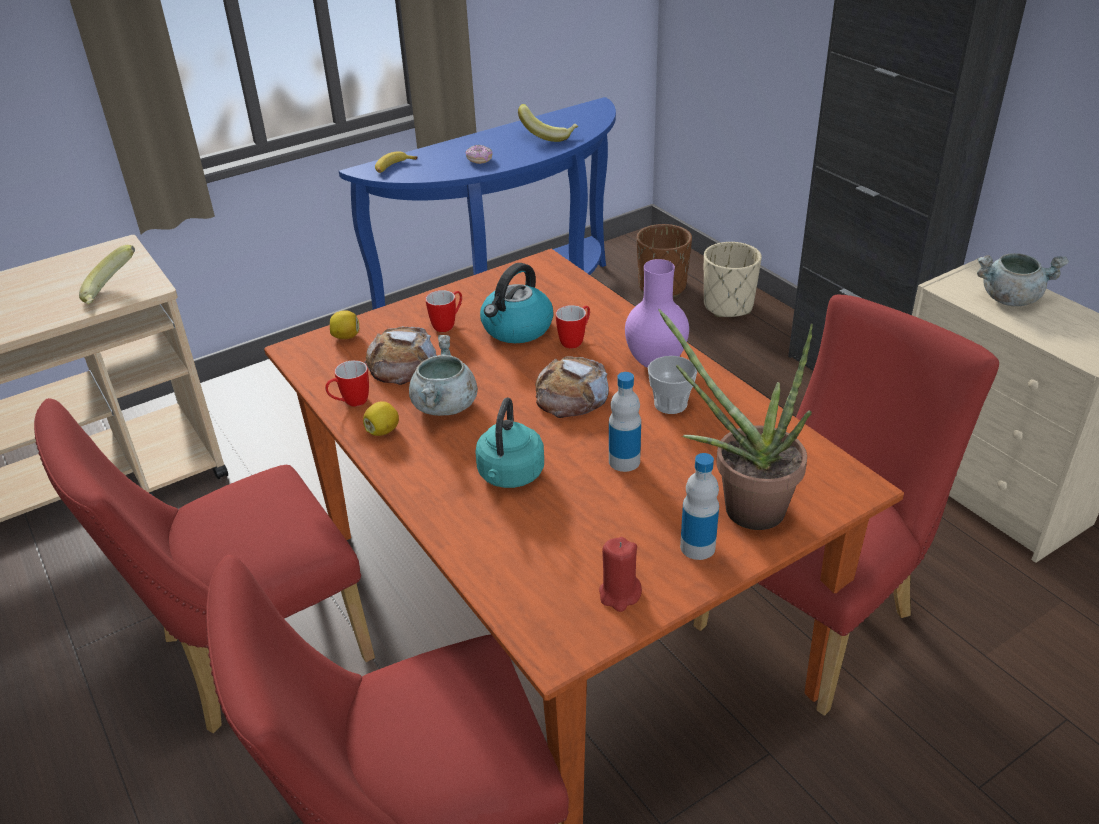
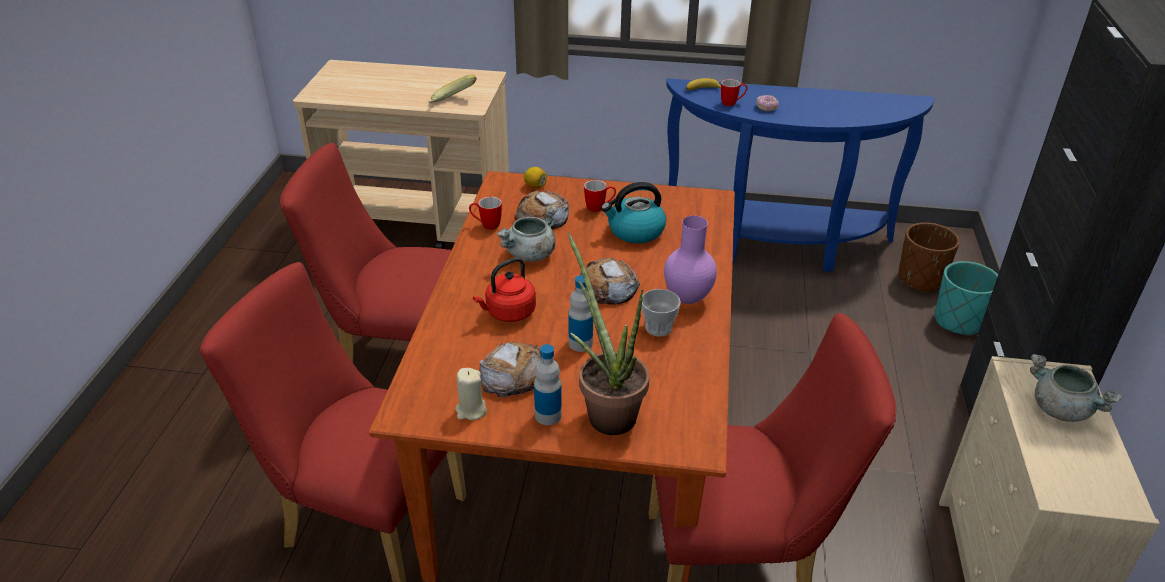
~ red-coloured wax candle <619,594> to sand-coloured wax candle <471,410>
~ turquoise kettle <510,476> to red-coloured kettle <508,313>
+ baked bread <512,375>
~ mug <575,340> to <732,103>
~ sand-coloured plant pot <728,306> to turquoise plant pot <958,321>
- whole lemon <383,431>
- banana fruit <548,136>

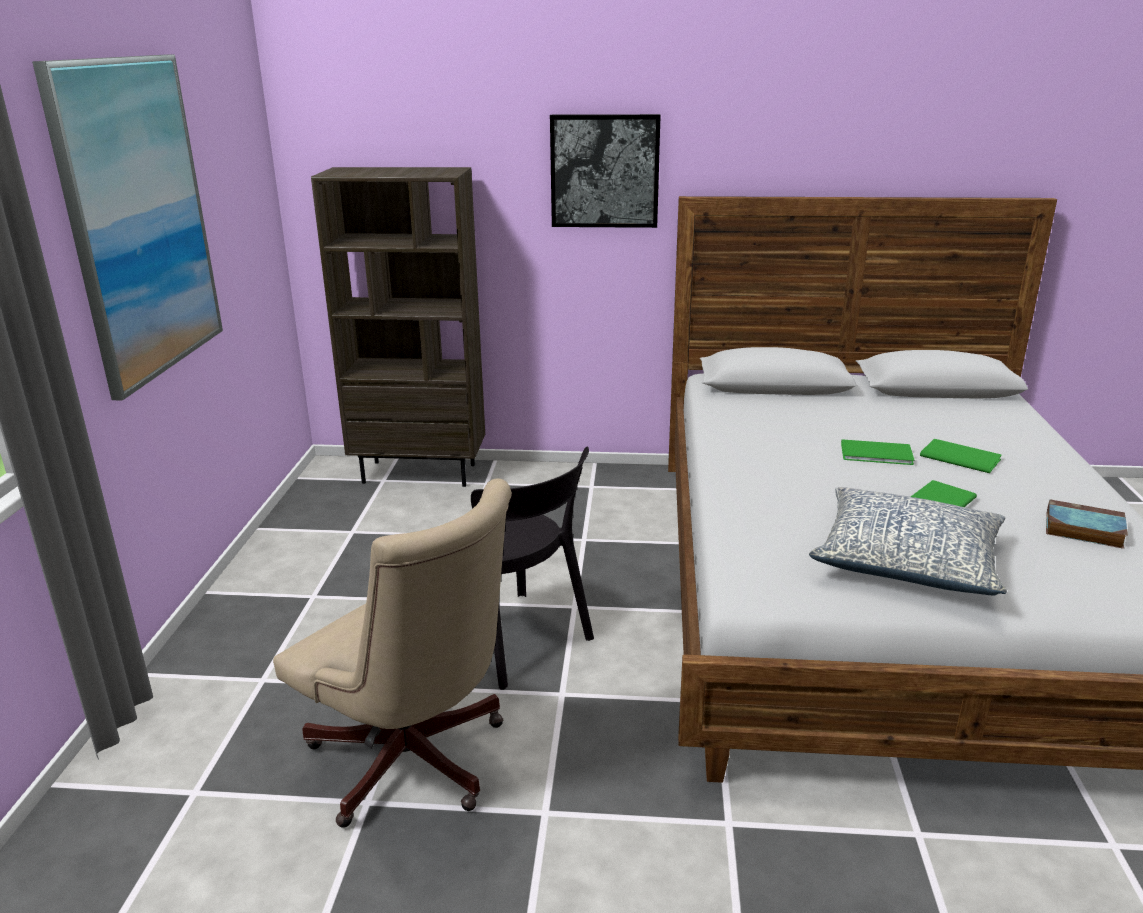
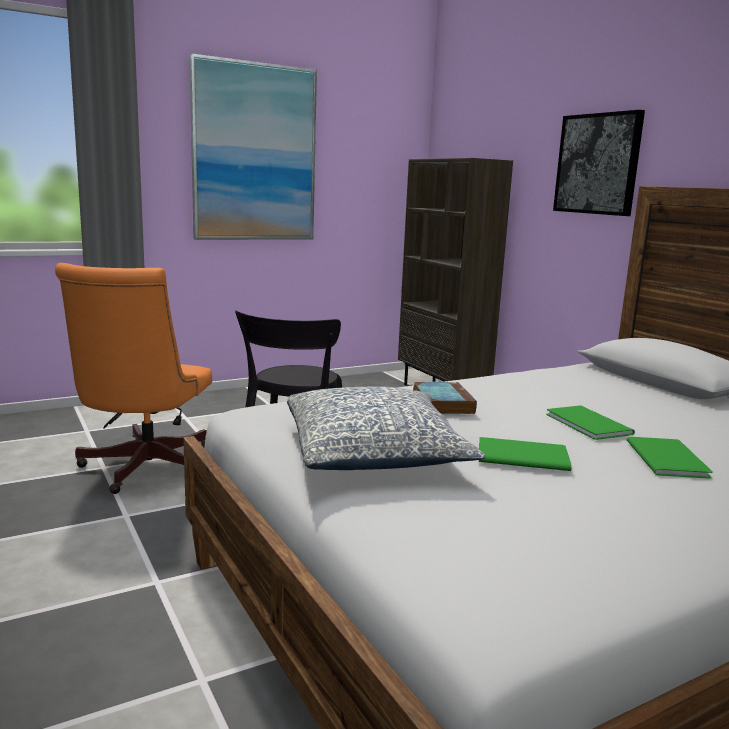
~ sand-coloured desk chair <415,766> to orange-coloured desk chair <142,470>
~ bound book <1081,529> to <442,403>

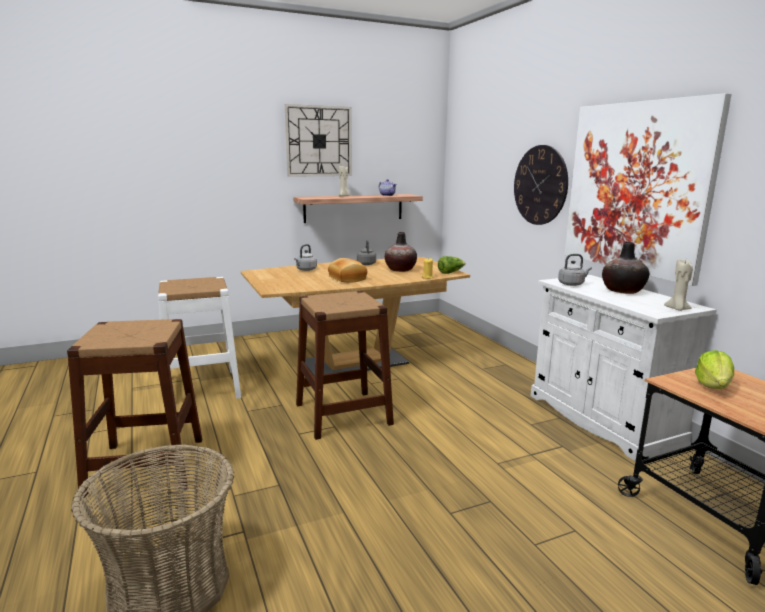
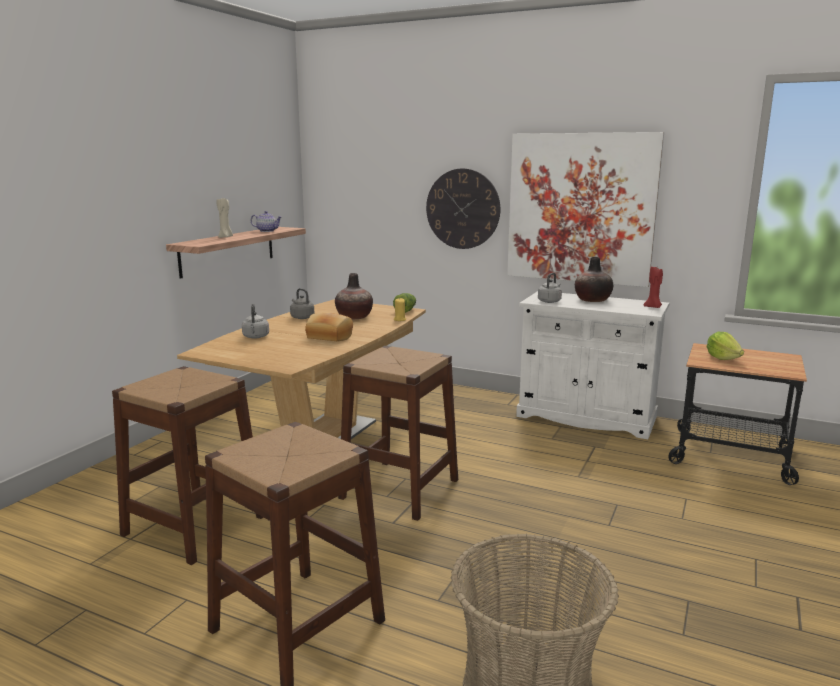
~ white-coloured sitting stool <202,388> to brown sitting stool <194,525>
~ sand-coloured wax candle <677,309> to red-coloured wax candle <653,307>
- wall clock <319,141>

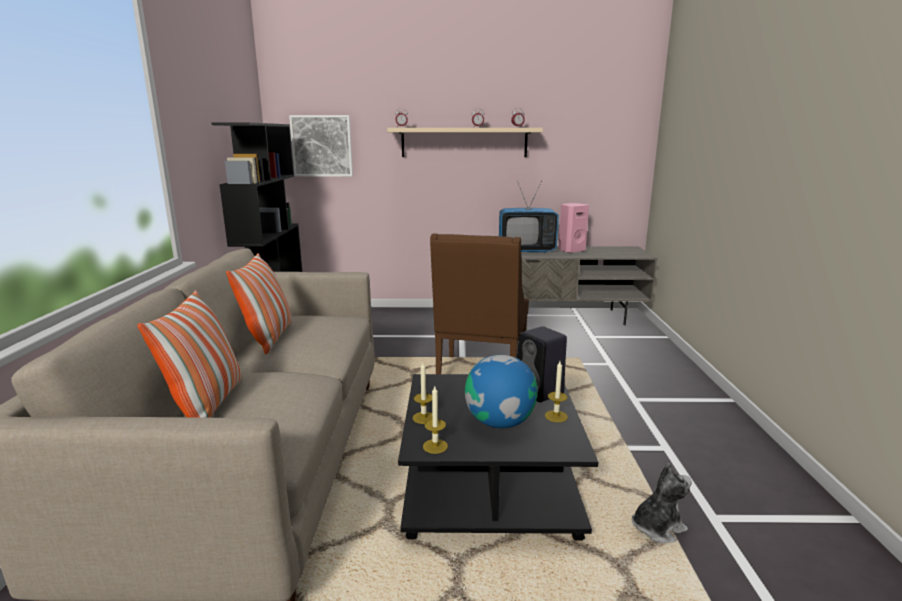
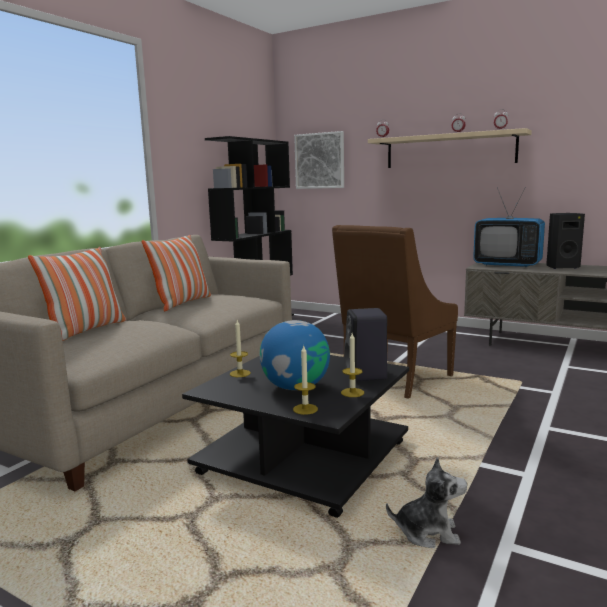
~ wax candle <435,446> to <305,409>
~ pinkish audio speaker <571,250> to blackish audio speaker <561,267>

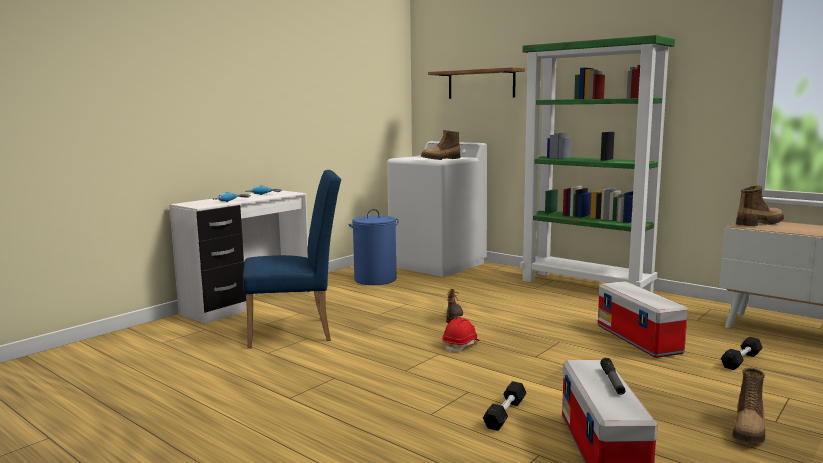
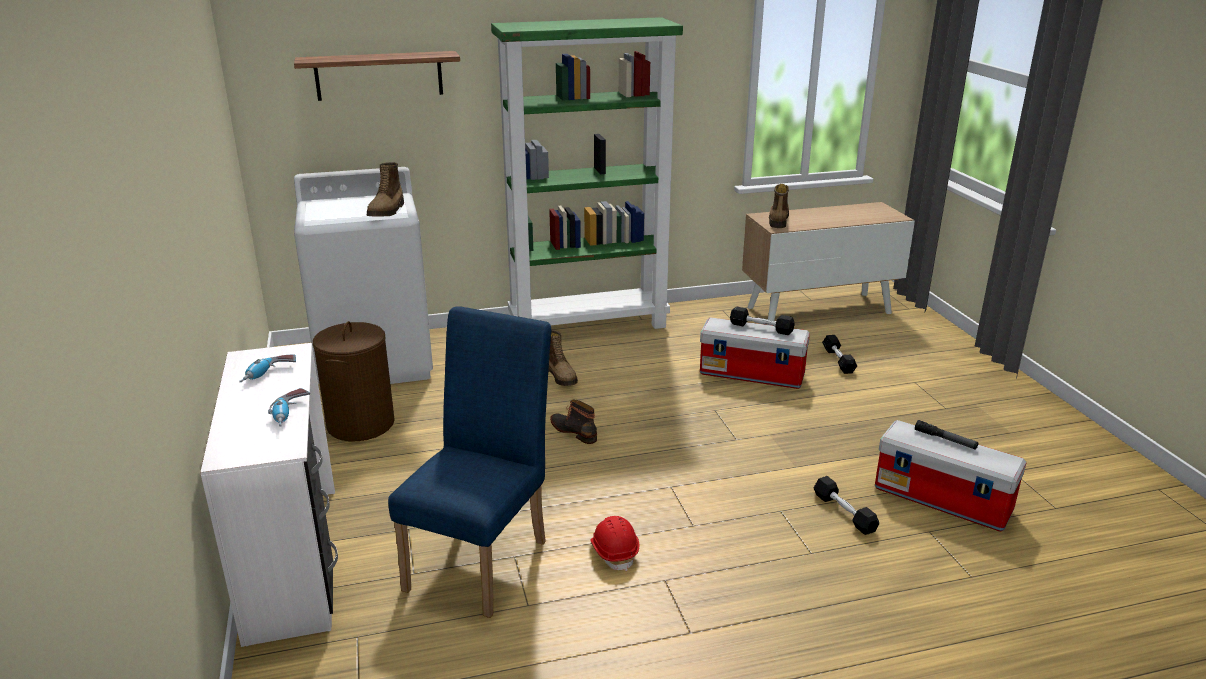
~ blue-coloured hamper <375,279> to brown hamper <361,424>
~ tall boot <749,430> to <561,376>
~ red-coloured hard hat <461,345> to <614,552>
+ blackish free weight <761,328>

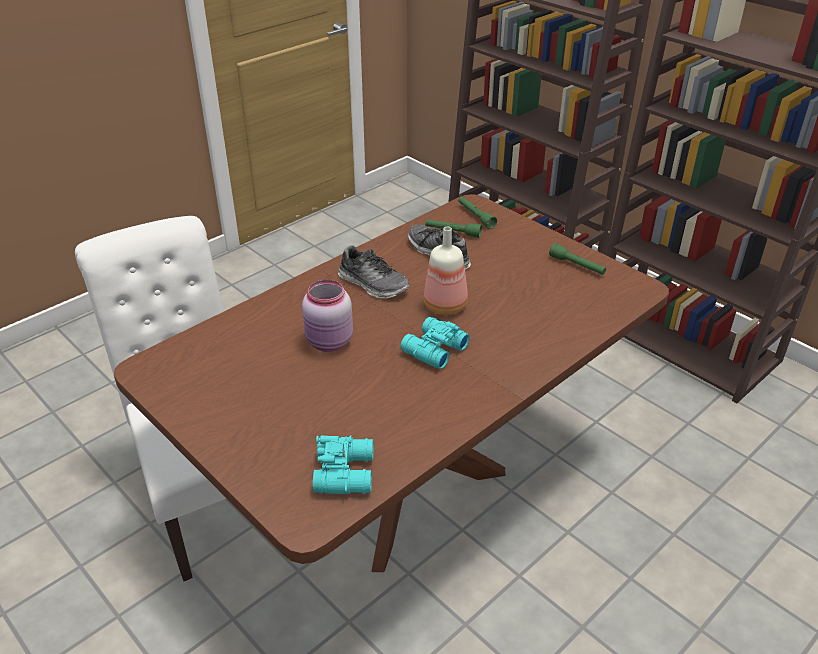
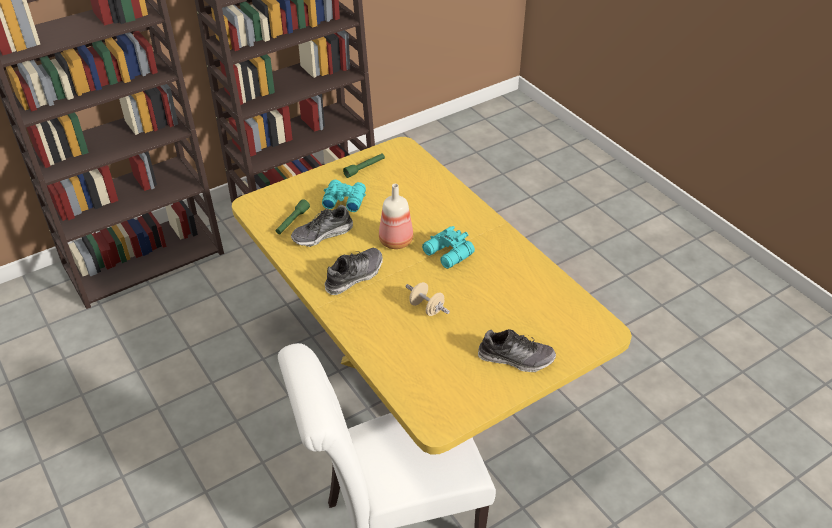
~ brown kitchen table <408,487> to yellow kitchen table <415,384>
~ turquoise binoculars <346,472> to <343,200>
~ pinkish storage jar <329,343> to sand-coloured free weight <426,308>
+ low shoe <516,358>
- green torch <475,216>

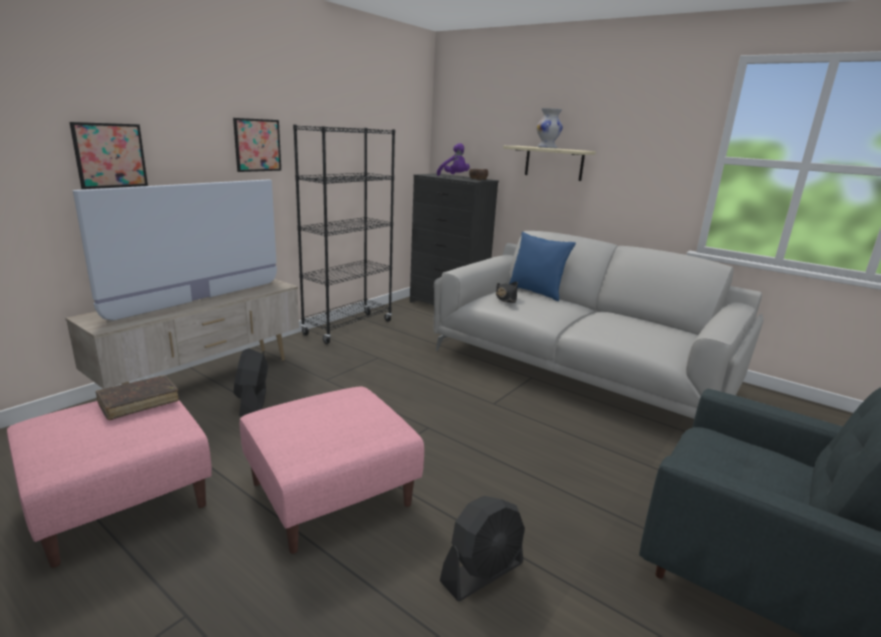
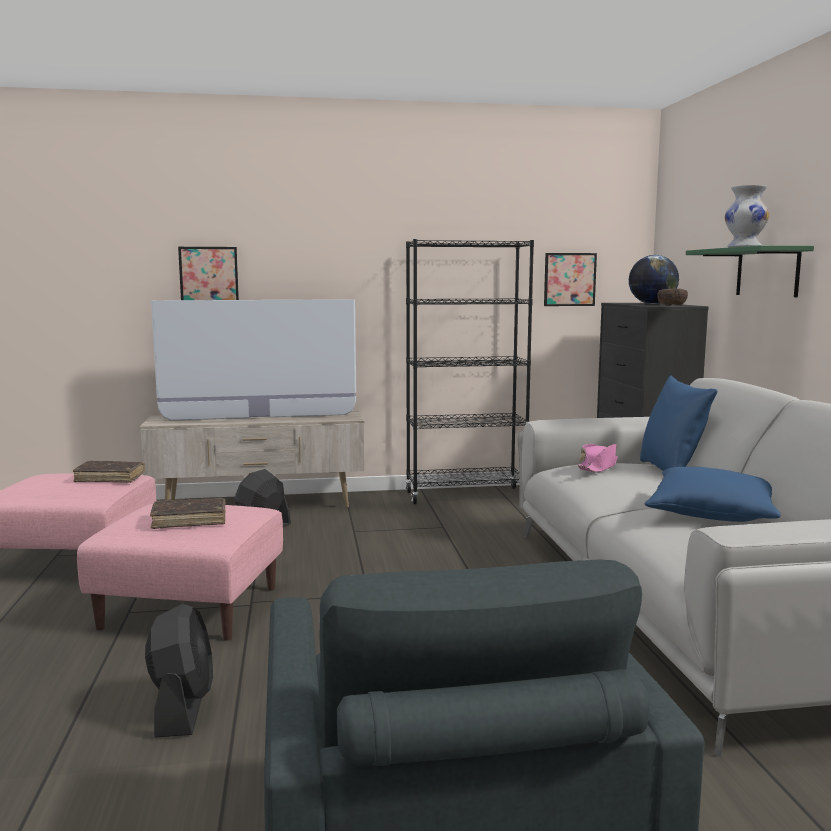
~ blackish electric fan <482,572> = <182,707> 105 degrees counterclockwise
+ brown bound book <189,520>
~ picture <257,145> to <569,279>
~ blackish wearable hat <506,298> to pinkish wearable hat <598,467>
~ purple cuddly toy <454,176> to globe <652,303>
+ blue-coloured cushion <714,514>
~ sand-coloured shelf <554,163> to green shelf <767,272>

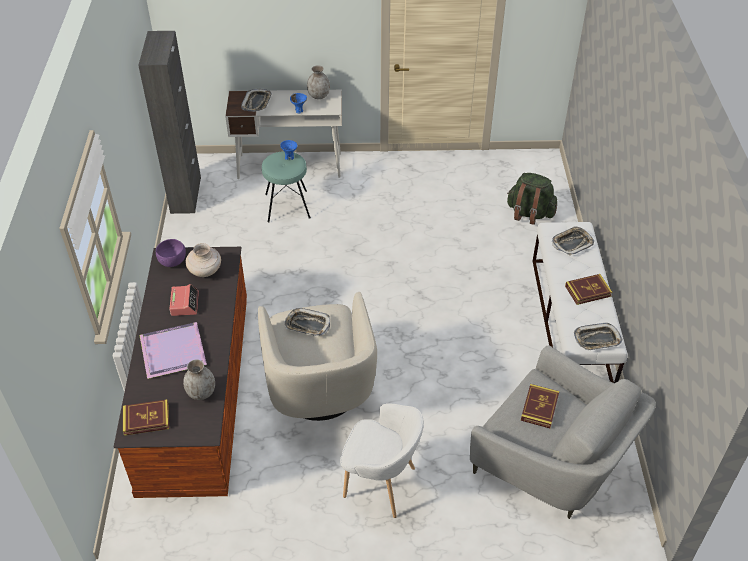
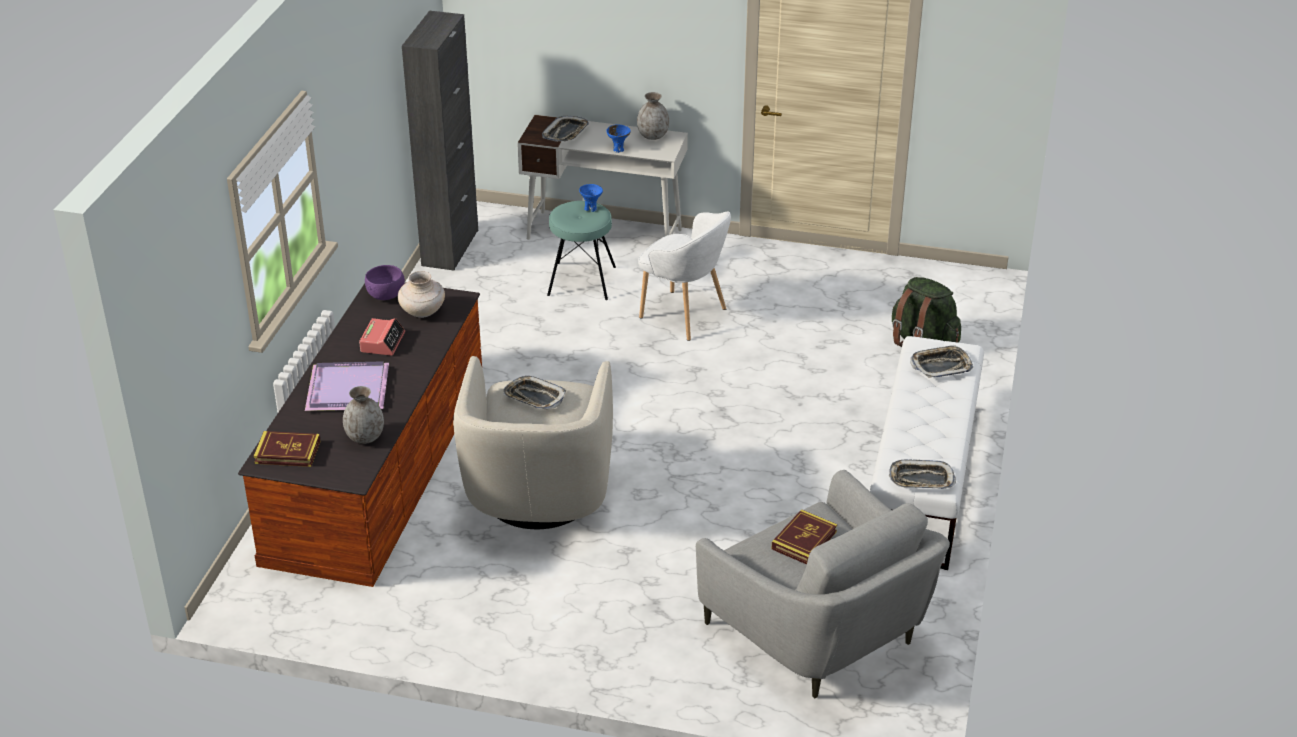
~ white-coloured easy chair <381,485> to <684,315>
- bound book <588,291>

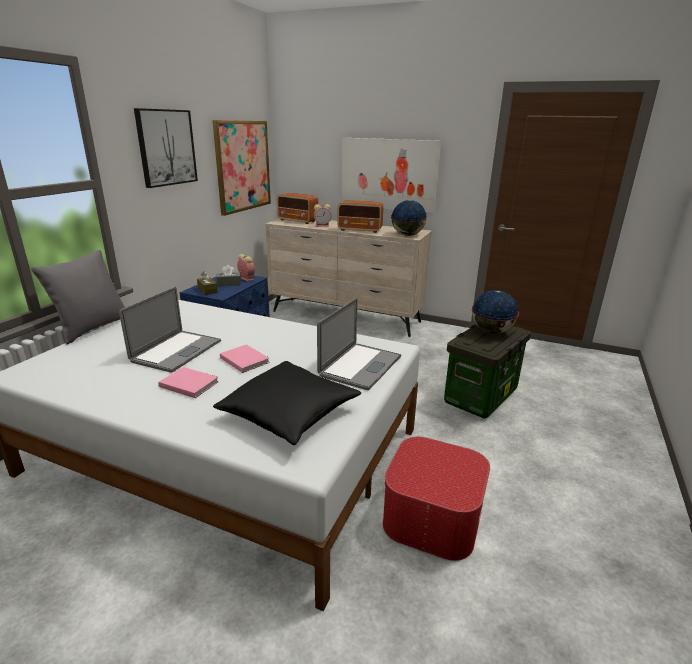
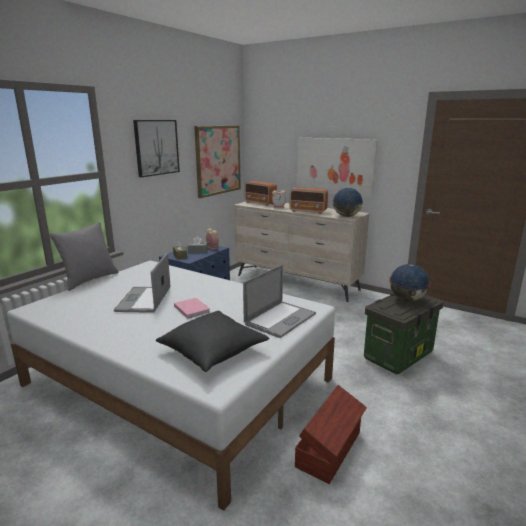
~ laptop <177,351> = <144,299> 150 degrees clockwise
~ footrest <432,516> to brown storage box <330,449>
- pinkish bound book <188,383>

